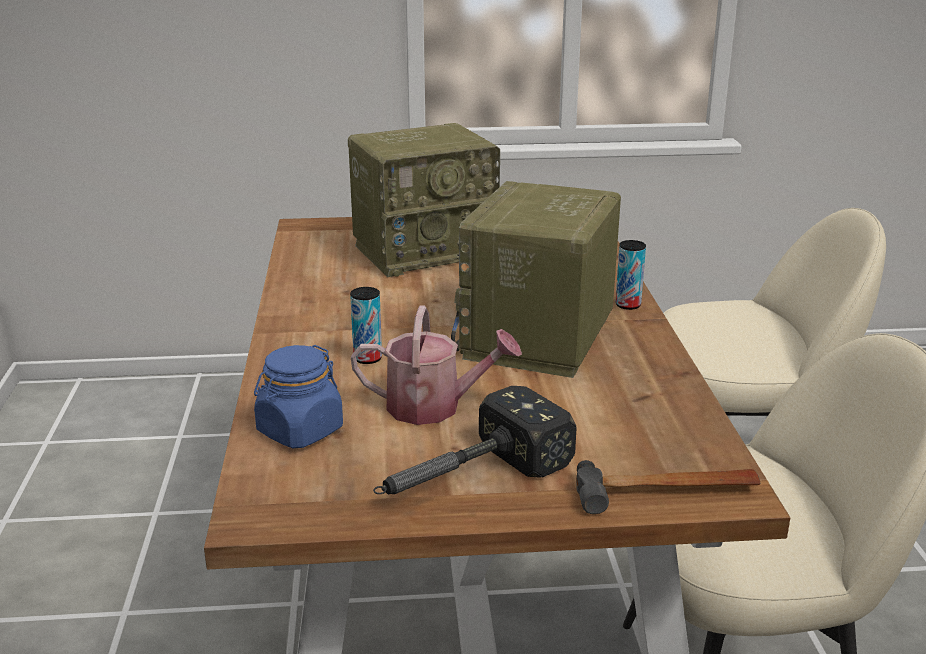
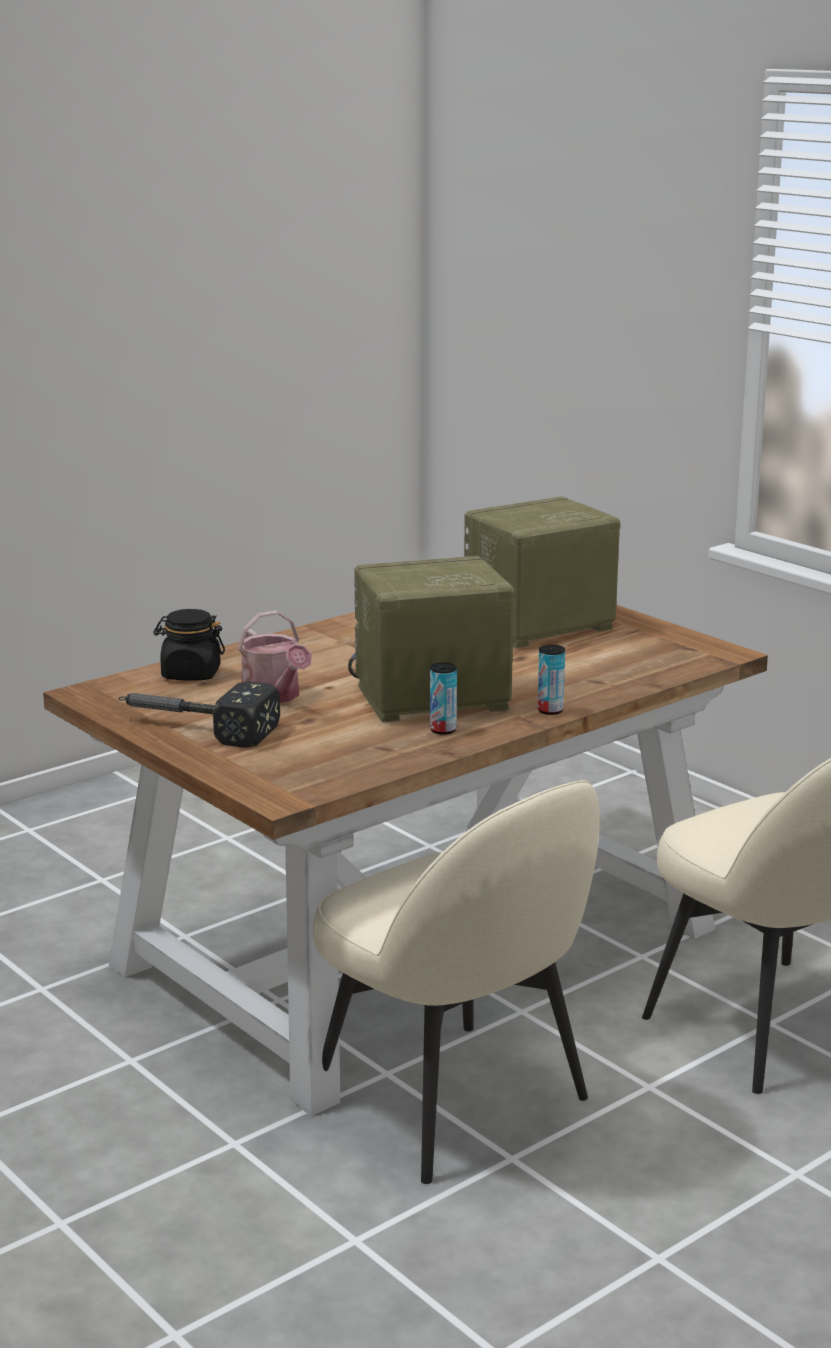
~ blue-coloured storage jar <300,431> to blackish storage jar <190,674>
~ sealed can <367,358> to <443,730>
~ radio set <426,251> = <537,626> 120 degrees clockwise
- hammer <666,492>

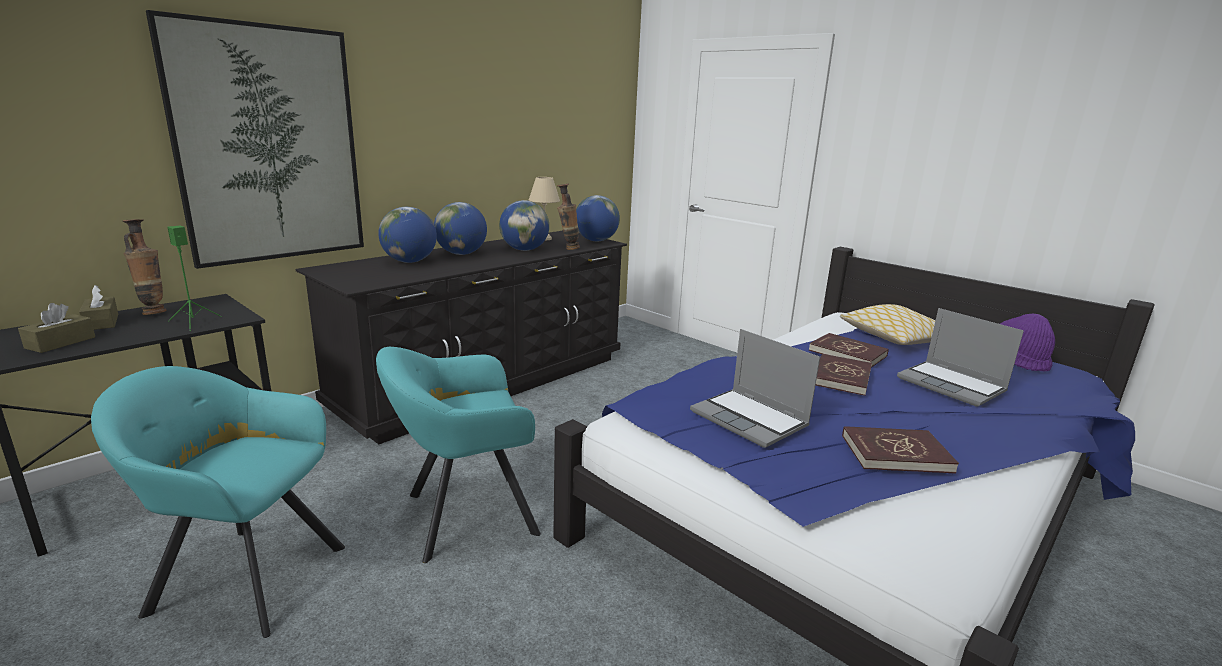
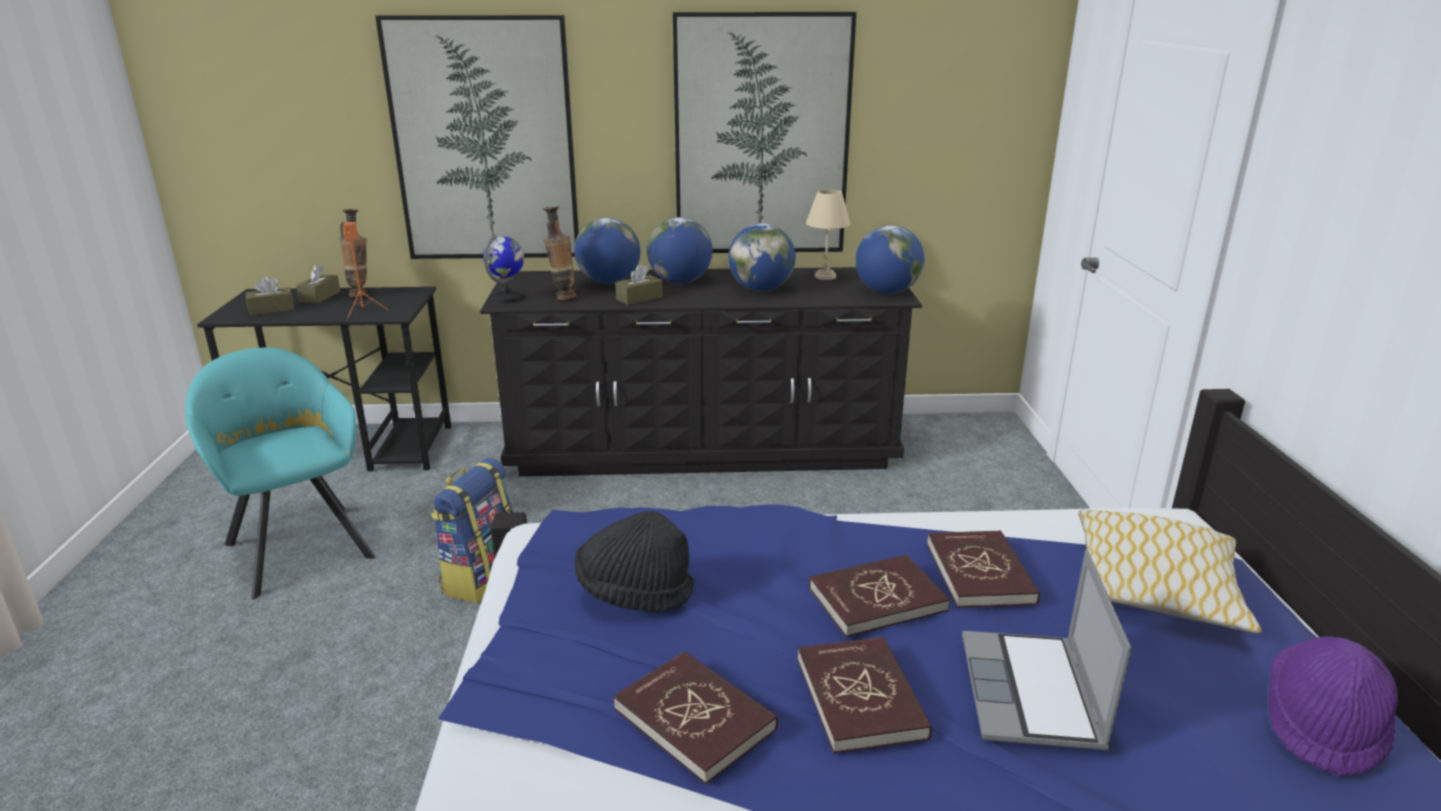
~ green audio speaker <193,322> to orange-coloured audio speaker <363,312>
~ turquoise easy chair <464,515> to backpack <481,576>
+ globe <507,298>
~ decorative vase <568,249> to <562,297>
~ laptop <750,419> to blackish wearable hat <634,592>
+ brown box of tissues <639,298>
+ picture <761,137>
+ red-coloured bound book <861,697>

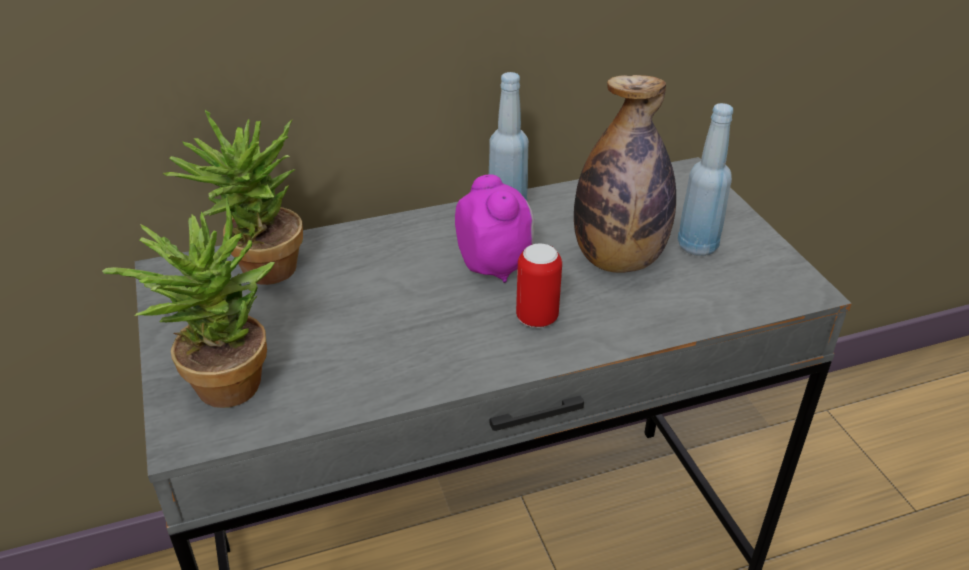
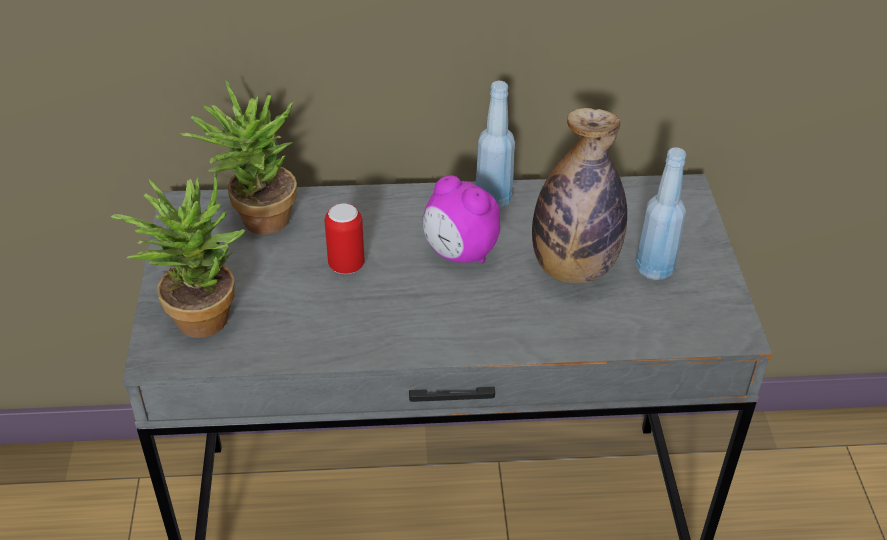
~ sealed can <537,318> to <346,265>
~ bedside clock <495,266> = <459,253> 135 degrees clockwise

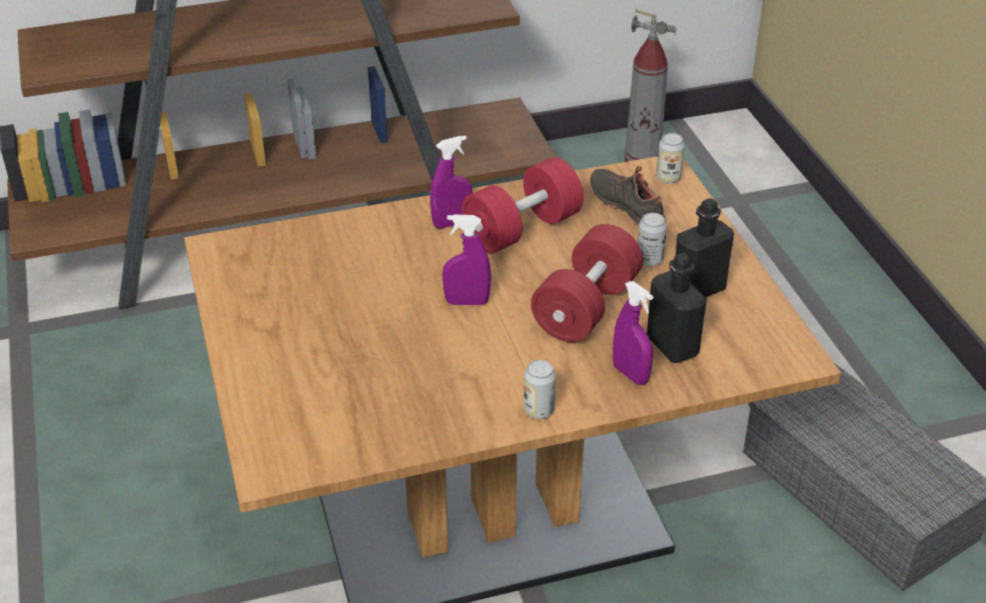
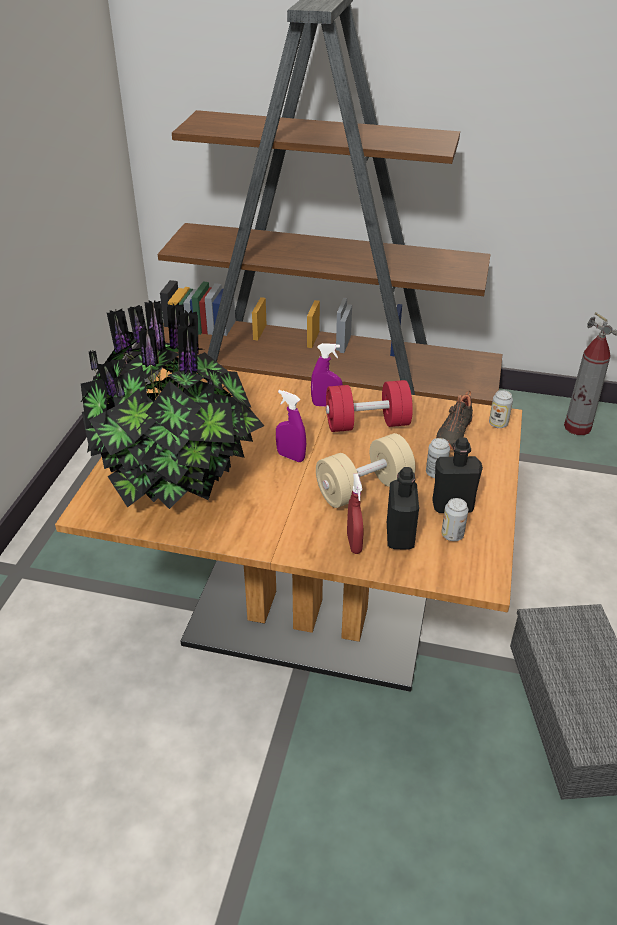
+ potted plant <178,475>
~ red-coloured free weight <586,307> to sand-coloured free weight <364,488>
~ purple sprayer <630,374> to red-coloured sprayer <354,544>
~ blackish low shoe <628,206> = <452,433> 150 degrees counterclockwise
~ sealed can <538,410> to <452,535>

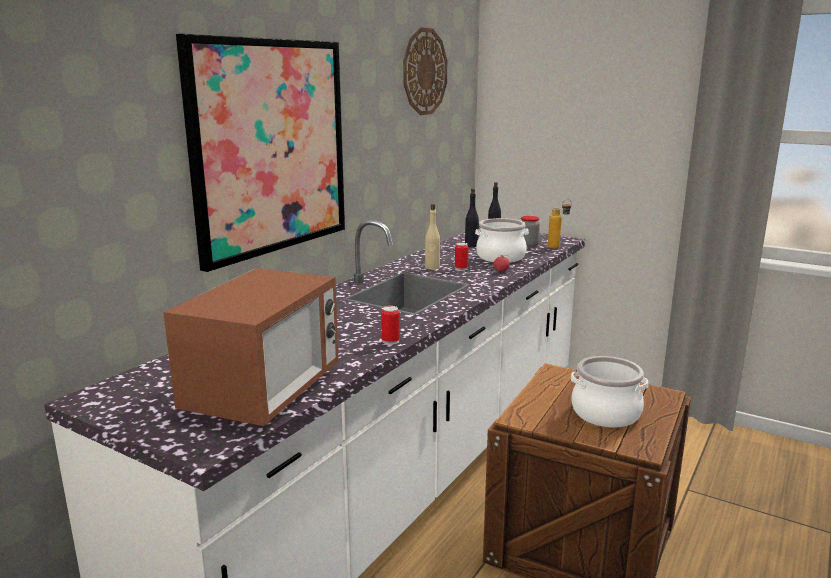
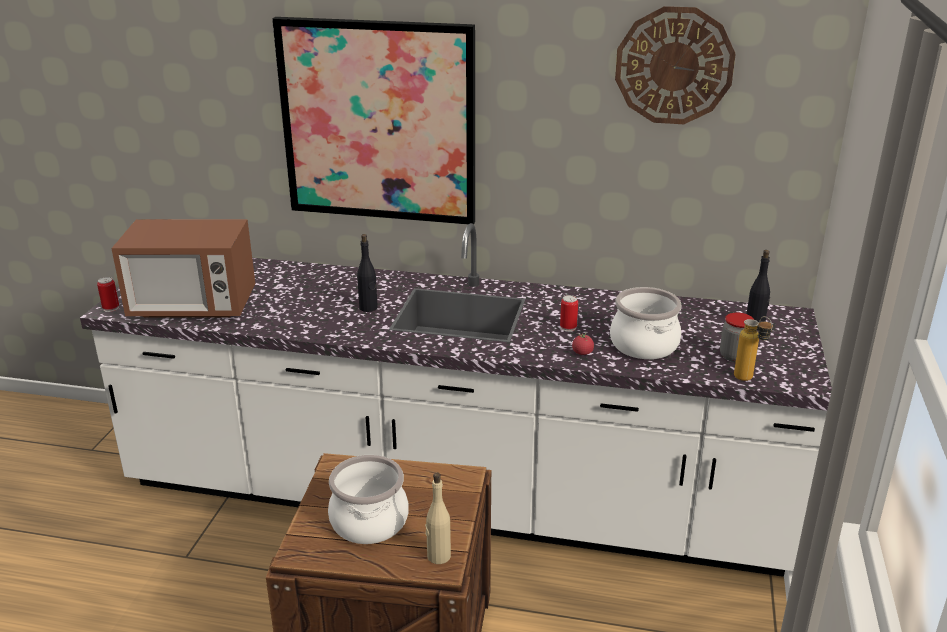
~ sealed can <390,341> to <111,308>
~ blackish drink bottle <471,245> to <368,308>
~ sand-coloured drink bottle <432,267> to <438,556>

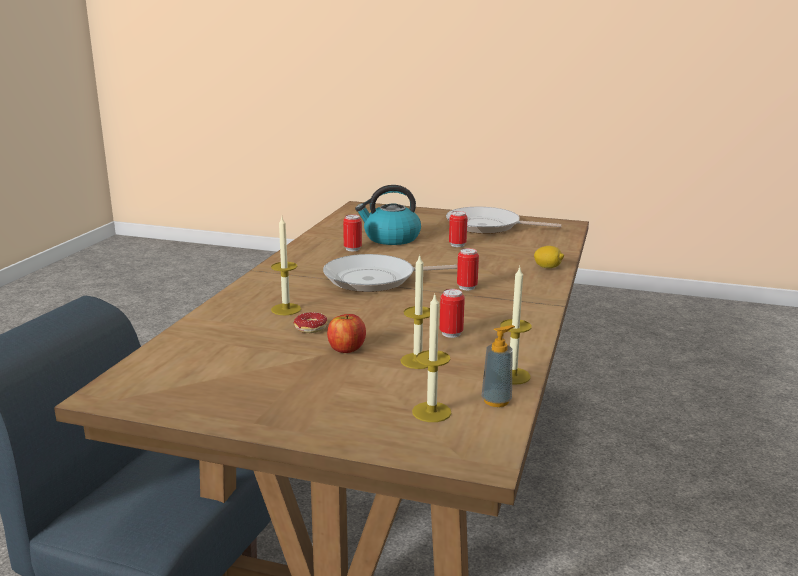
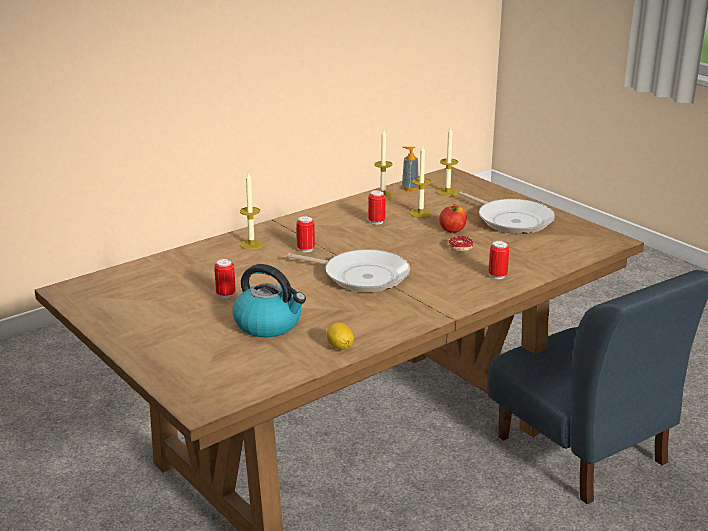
~ wax candle <286,309> to <251,244>
~ whole lemon <547,267> to <340,347>
~ skillet <487,226> to <512,220>
~ sealed can <352,249> to <497,276>

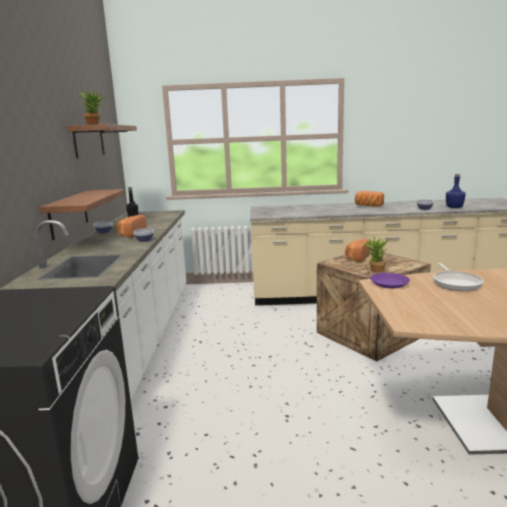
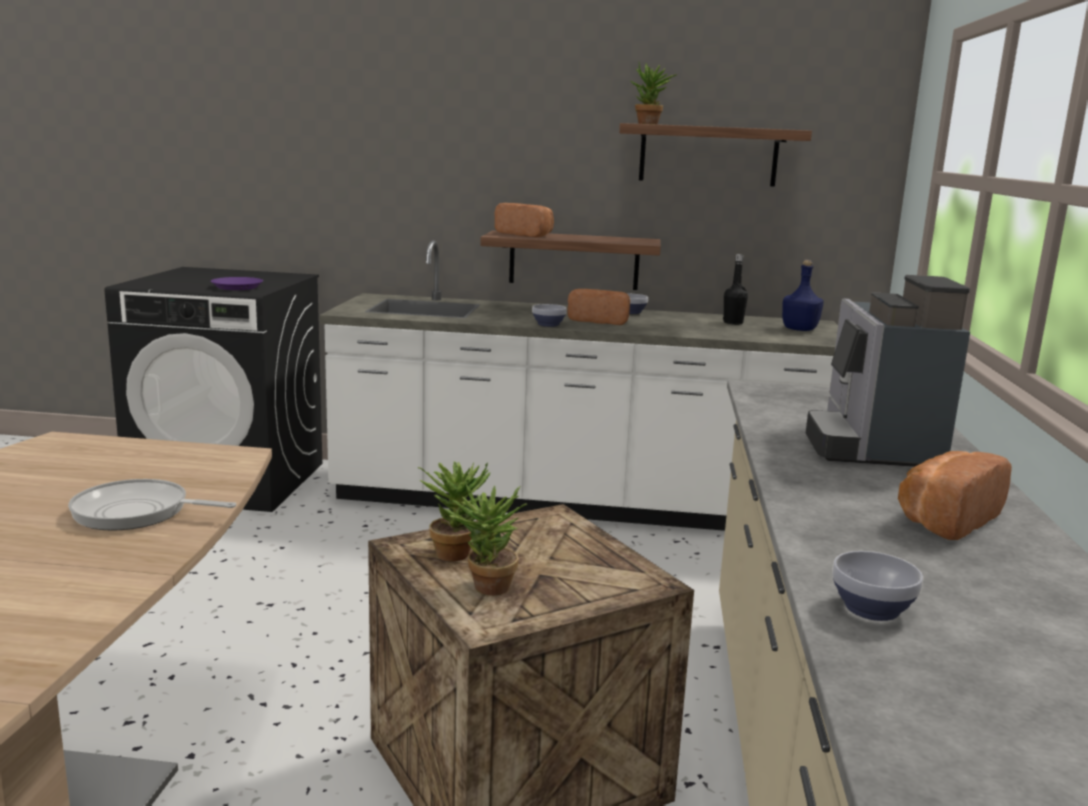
~ purple plate <389,283> to <237,287>
+ potted plant <485,589>
~ baked bread <356,258> to <526,235>
~ blue-coloured drink bottle <454,207> to <799,329>
+ coffee maker <872,446>

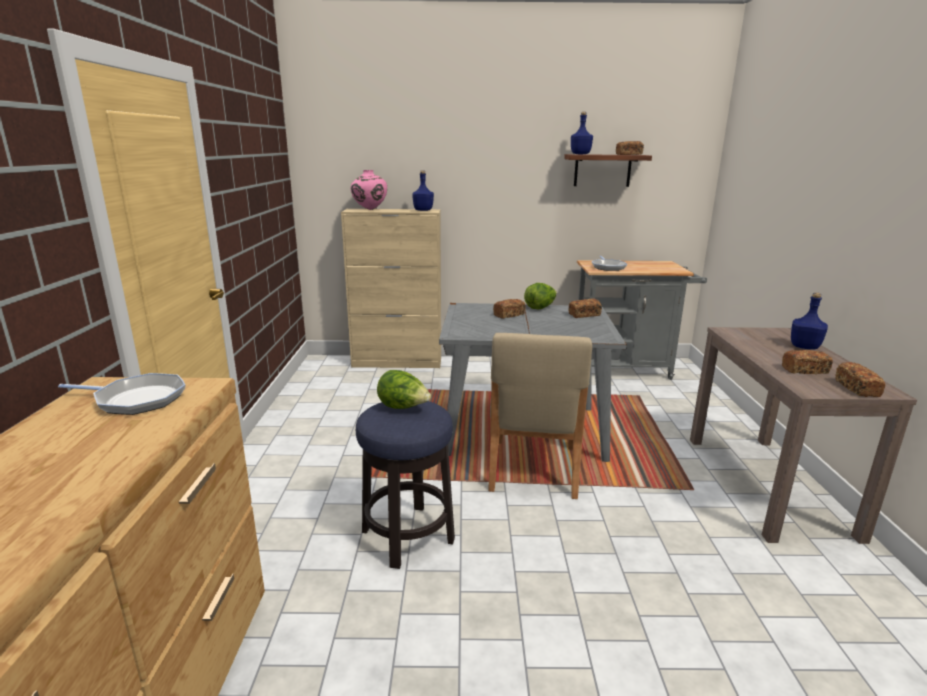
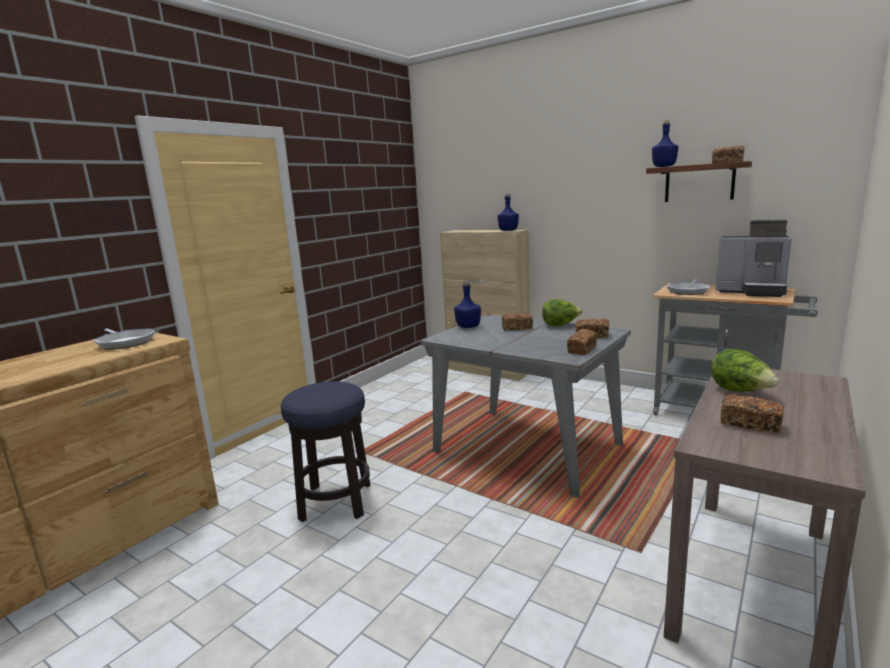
~ blue-coloured drink bottle <803,347> to <467,326>
~ baked bread <857,388> to <582,350>
~ head of lettuce <403,408> to <740,392>
+ coffee maker <752,291>
- pinkish decorative vase <369,209>
- sand-coloured plain chair <532,469>

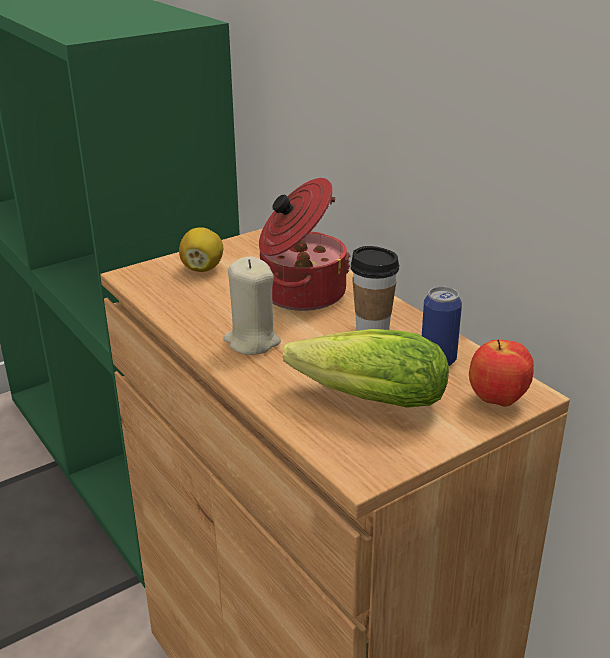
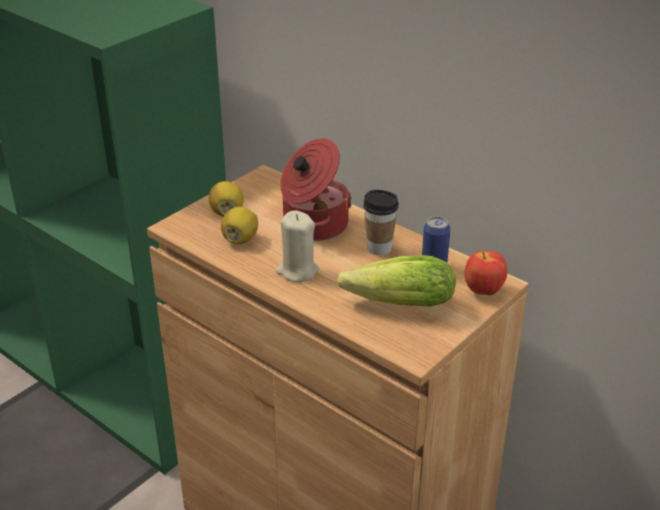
+ whole lemon <240,239>

